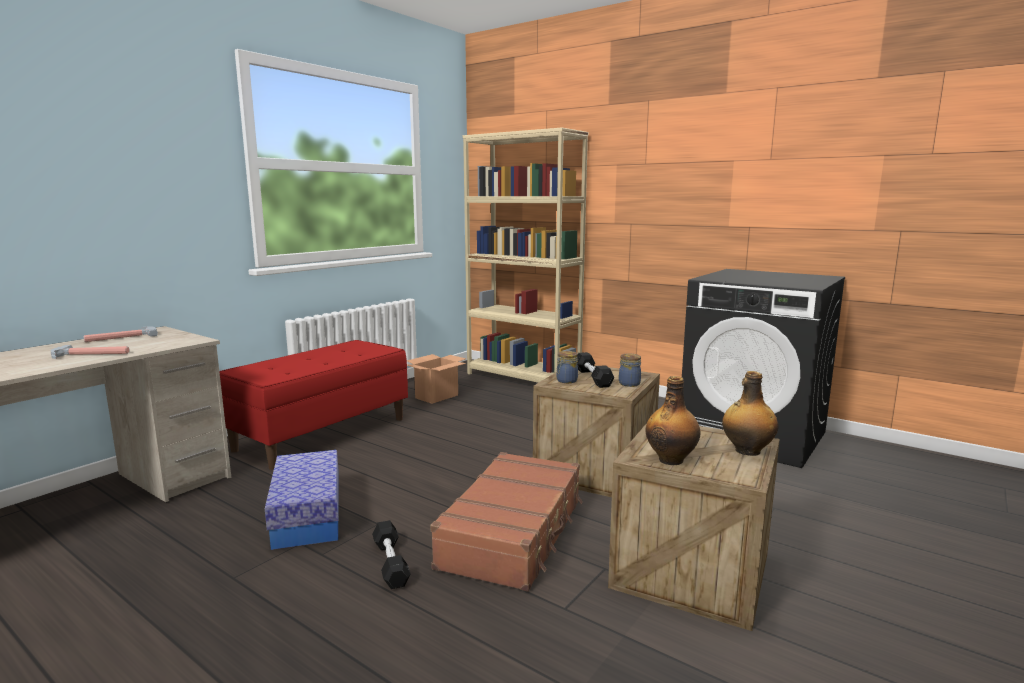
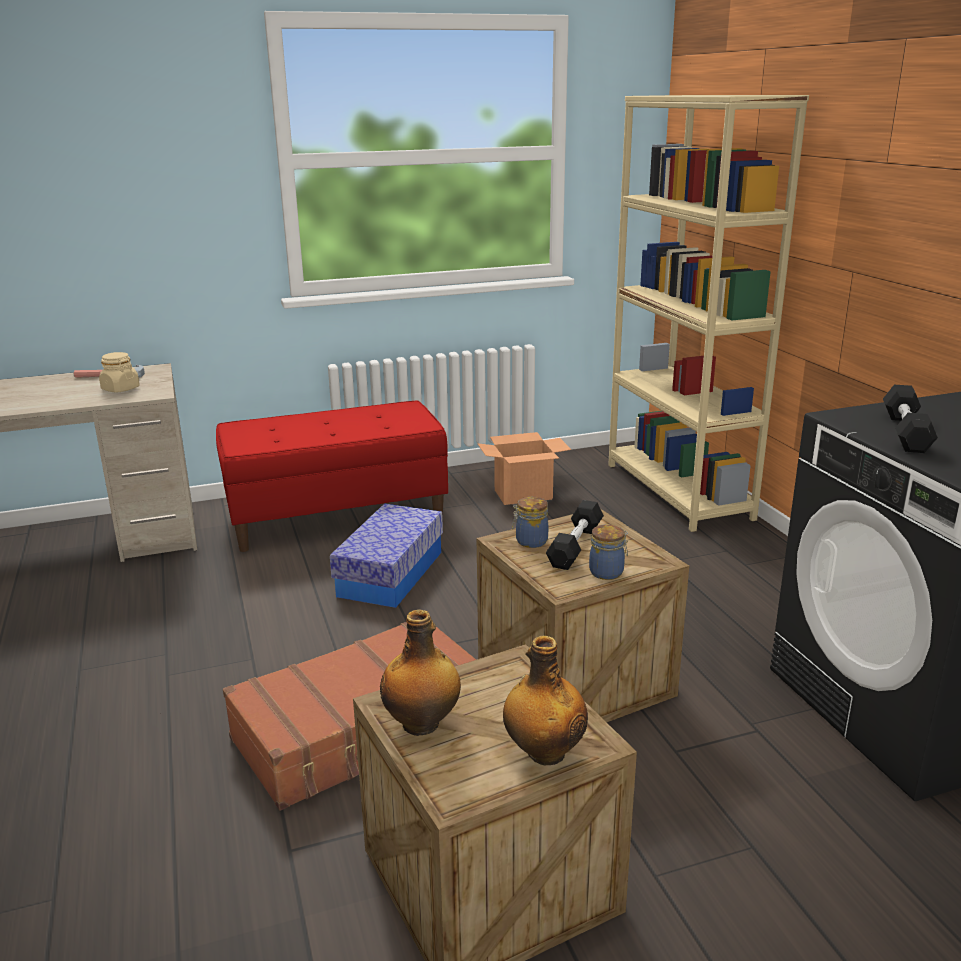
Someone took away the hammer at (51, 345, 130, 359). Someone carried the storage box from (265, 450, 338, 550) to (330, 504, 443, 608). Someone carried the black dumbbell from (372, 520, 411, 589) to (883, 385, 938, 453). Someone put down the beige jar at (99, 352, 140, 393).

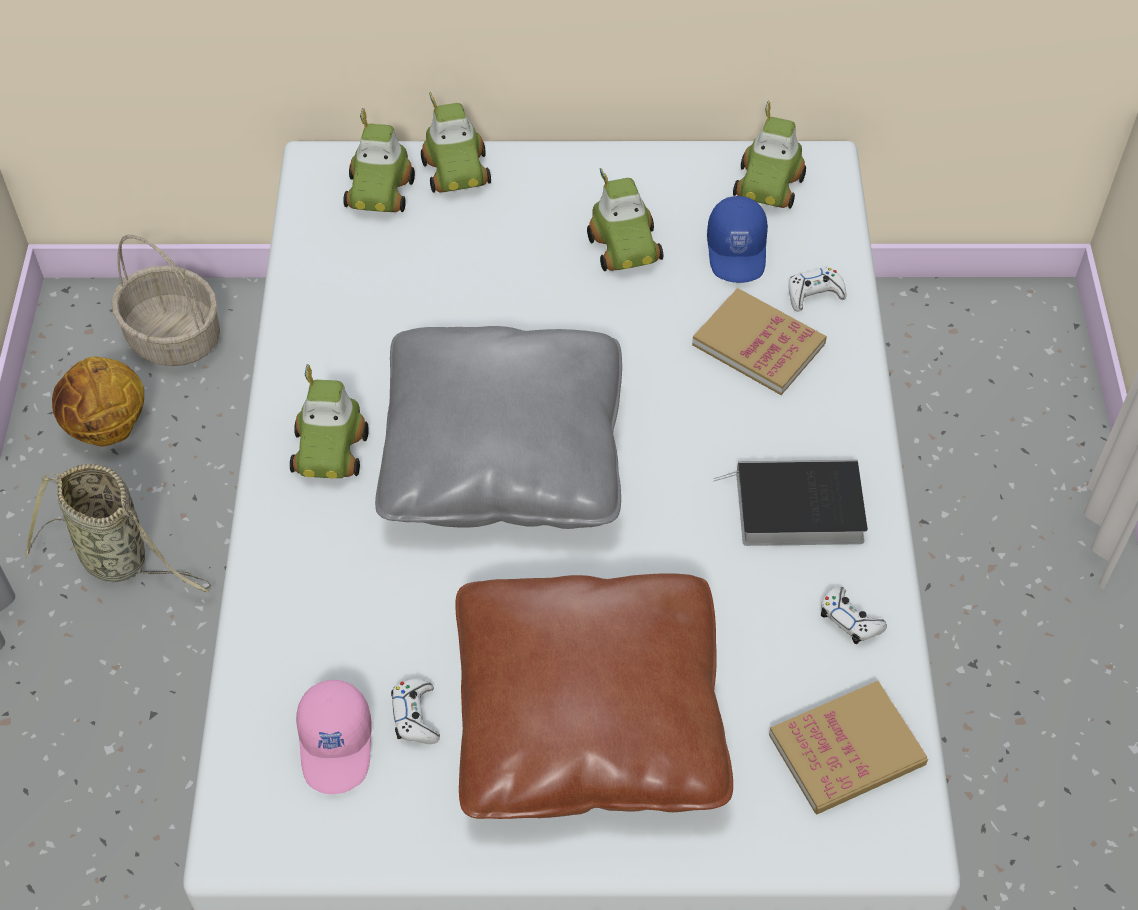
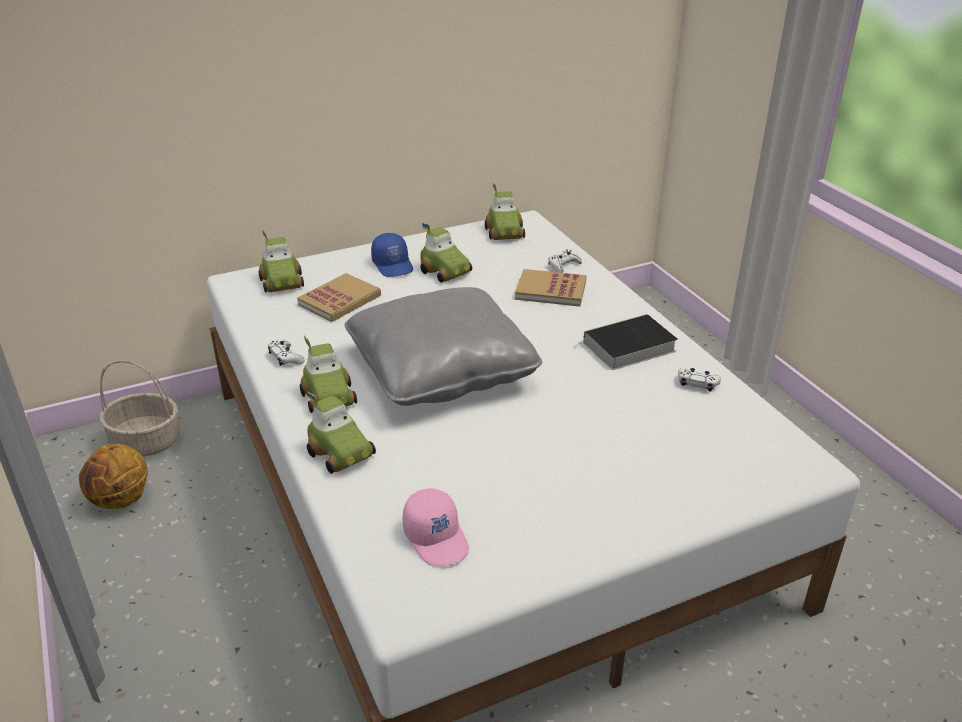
Someone carried the toy car from (421, 92, 491, 193) to (307, 392, 376, 474). Someone carried the blue cap from (707, 196, 768, 283) to (371, 233, 413, 277). Someone took away the basket at (25, 464, 212, 593). Someone took away the brown pillow at (455, 574, 733, 819). Someone carried the white game controller from (391, 678, 440, 744) to (268, 339, 305, 366). Someone carried the book from (769, 681, 928, 814) to (297, 273, 381, 322).

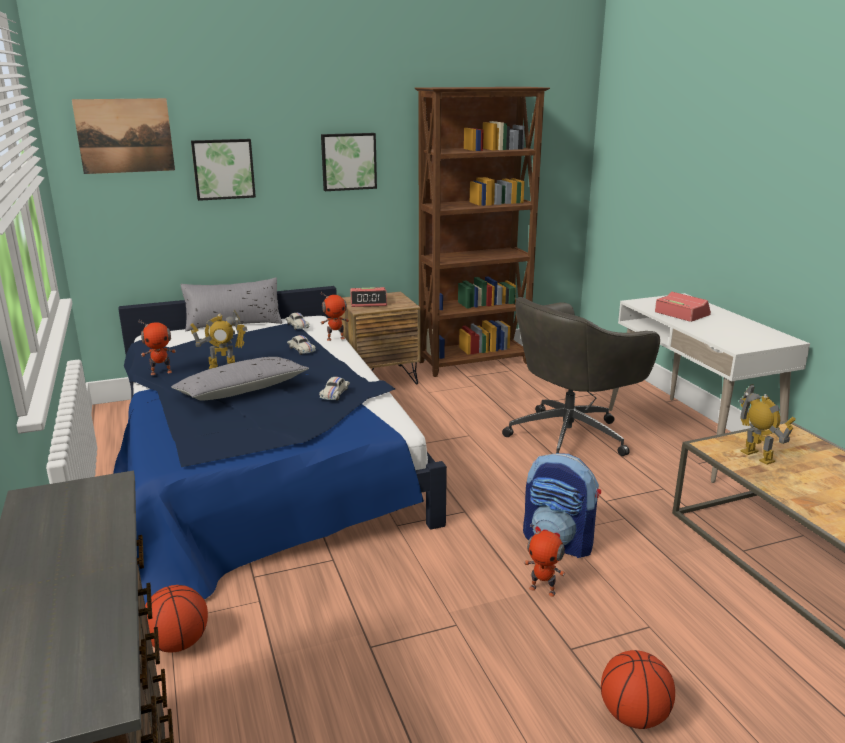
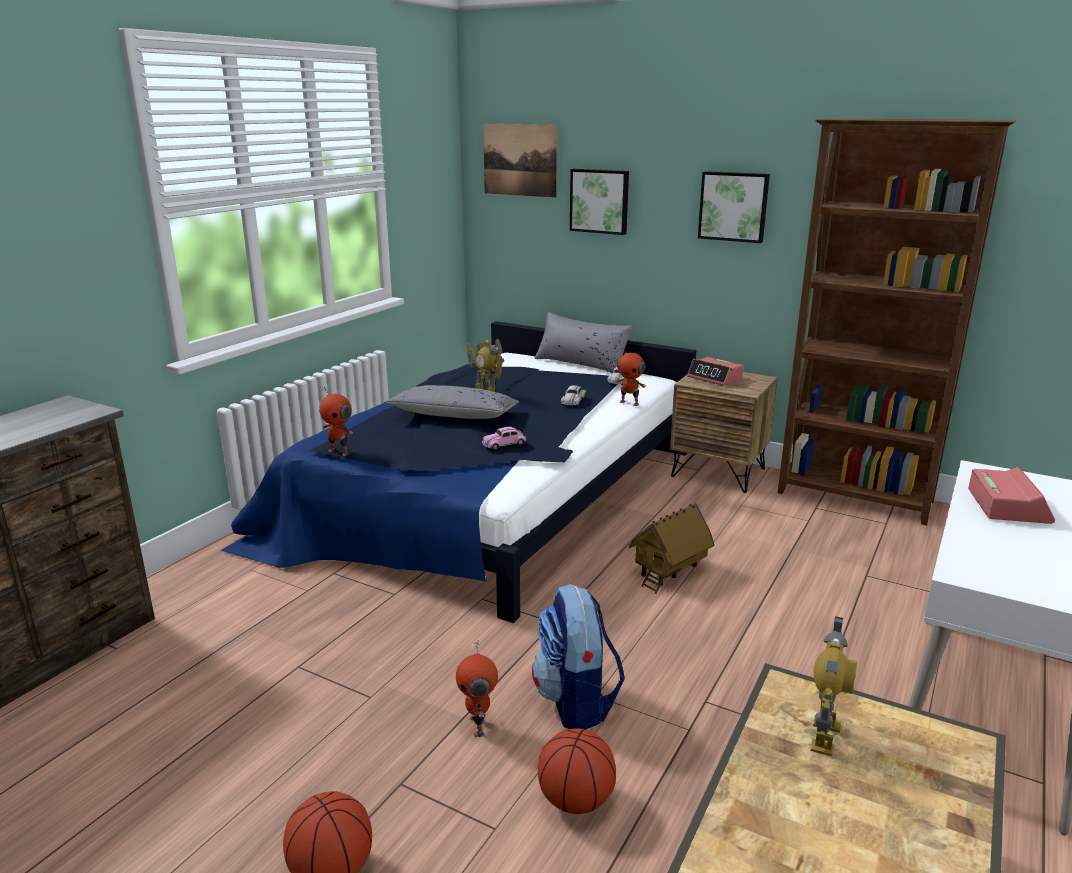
Someone took away the grey office chair at (502, 297, 660, 456). Someone carried the toy robot from (139, 319, 176, 375) to (319, 386, 353, 456). Someone repainted the white toy car at (319, 377, 350, 401), which became the pink toy car at (482, 427, 526, 450). Someone carried the basketball from (145, 585, 208, 652) to (538, 729, 616, 814). Someone put down the toy house at (629, 503, 714, 594).

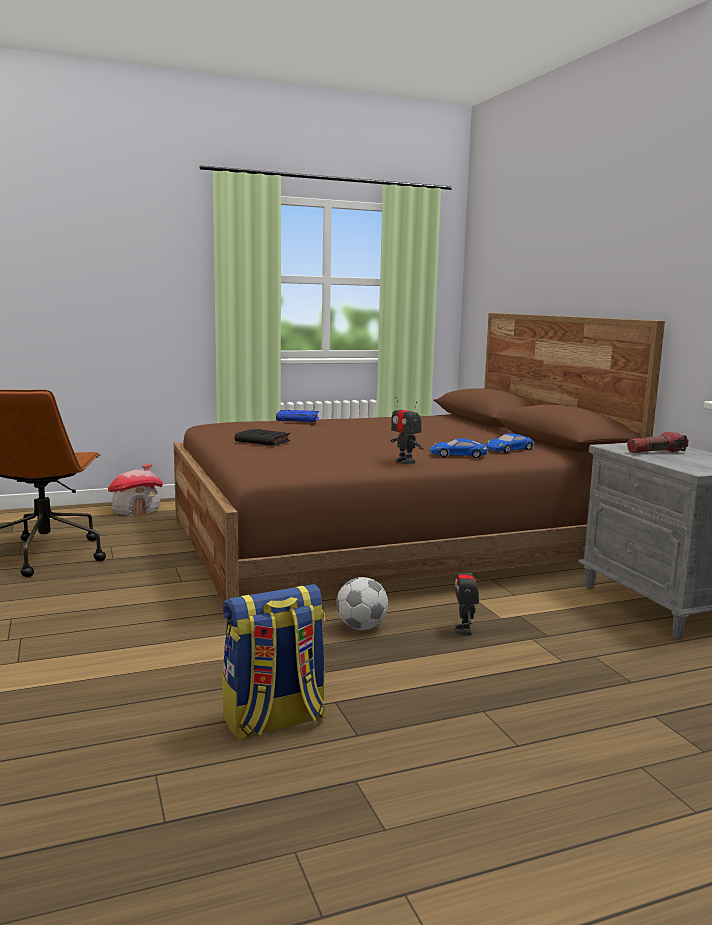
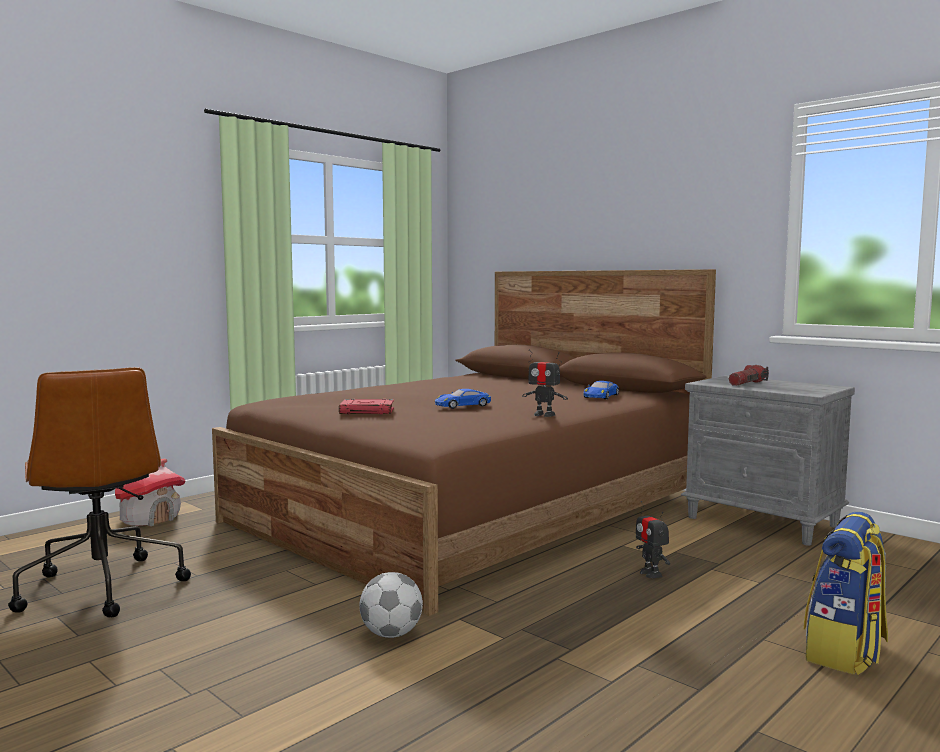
Someone took away the blue book at (276, 410, 319, 422). Someone repainted the black book at (235, 429, 290, 446), which became the red book at (339, 399, 394, 414). Someone carried the blue toy car from (430, 438, 488, 458) to (435, 389, 491, 409). Someone carried the football from (336, 577, 388, 630) to (359, 572, 423, 638). Someone carried the backpack from (222, 584, 326, 740) to (804, 511, 888, 675).

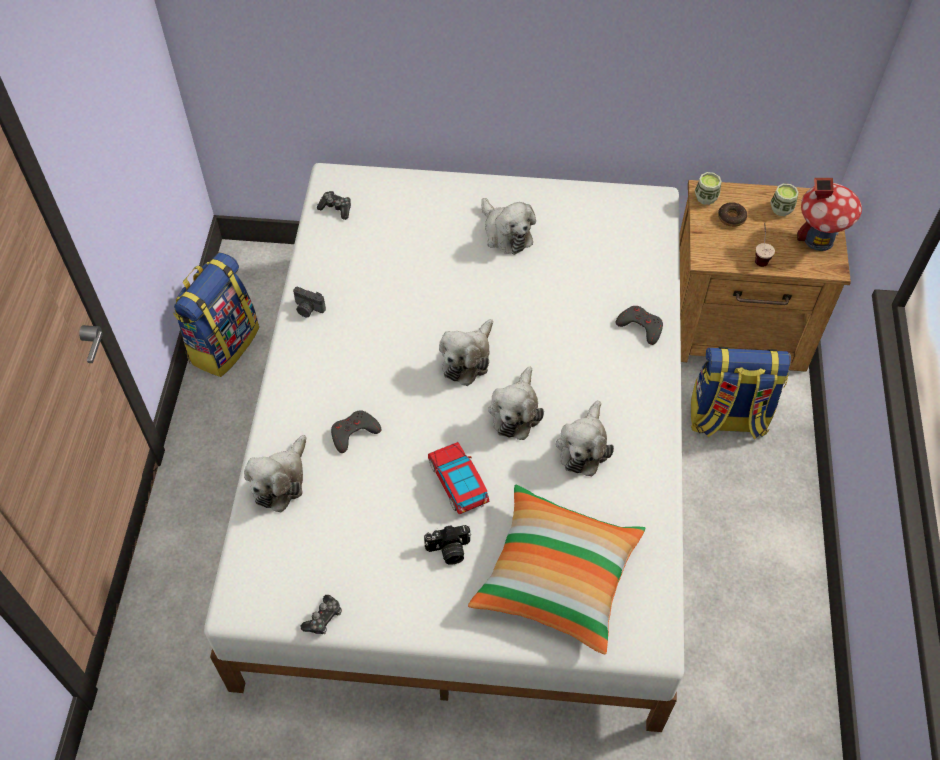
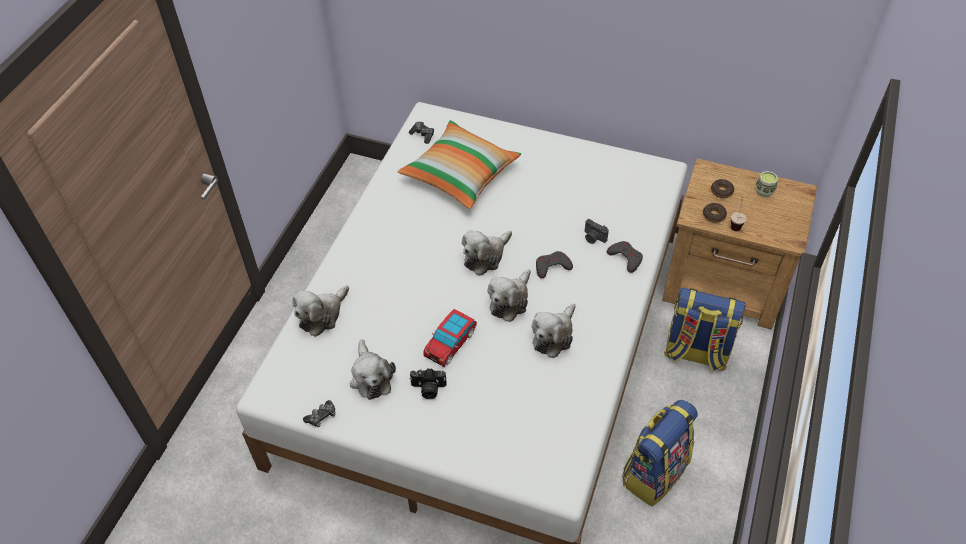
Someone took away the cup at (695, 172, 722, 205). Someone took away the toy house at (797, 178, 862, 251). Someone carried the plush toy from (481, 198, 536, 255) to (350, 339, 396, 400). Someone carried the backpack from (173, 252, 259, 377) to (622, 400, 698, 506). Someone carried the photo camera from (293, 287, 326, 317) to (585, 219, 609, 244). Someone carried the grey game controller from (331, 410, 381, 453) to (536, 251, 573, 278). Someone rotated the toy car at (428, 442, 489, 514) by 135 degrees counterclockwise. Someone carried the pillow from (468, 485, 645, 655) to (398, 120, 521, 209). Someone put down the donut at (703, 203, 727, 223).

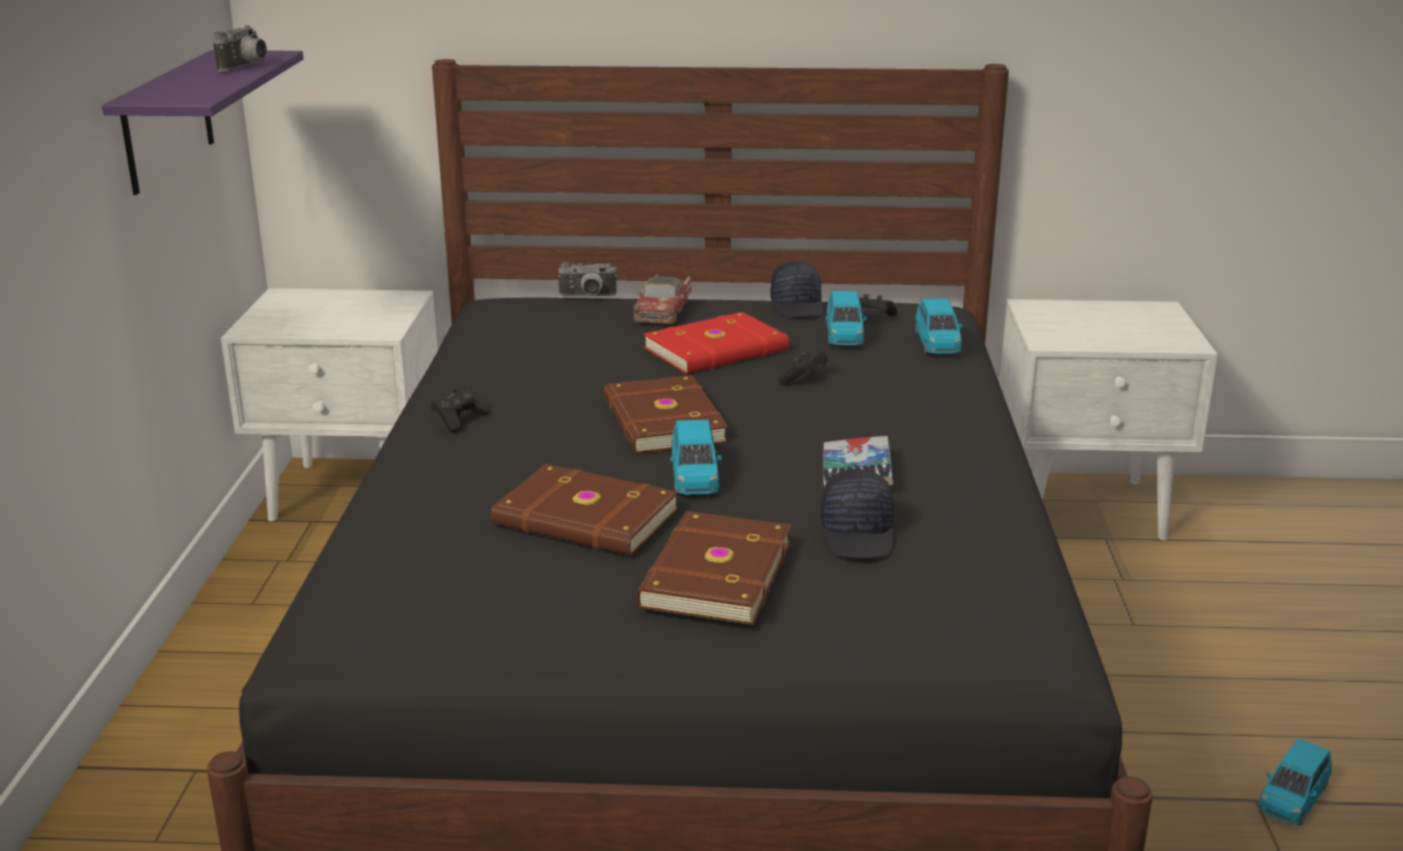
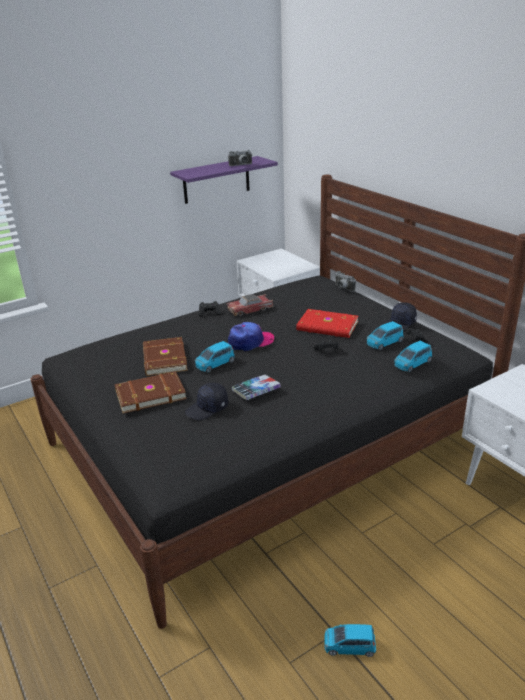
Someone carried the toy car from (634, 275, 691, 324) to (226, 294, 274, 316). Someone swapped the brown book at (604, 375, 728, 453) for the cap at (228, 322, 274, 351).

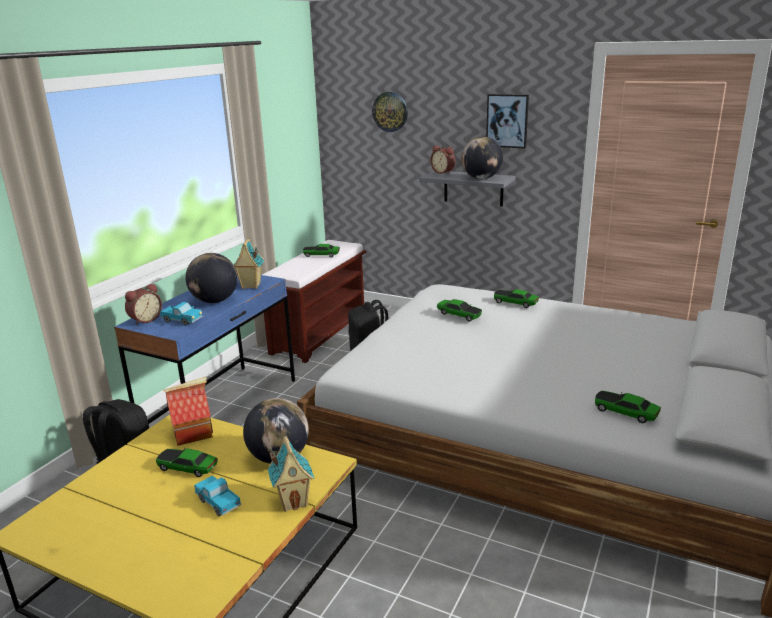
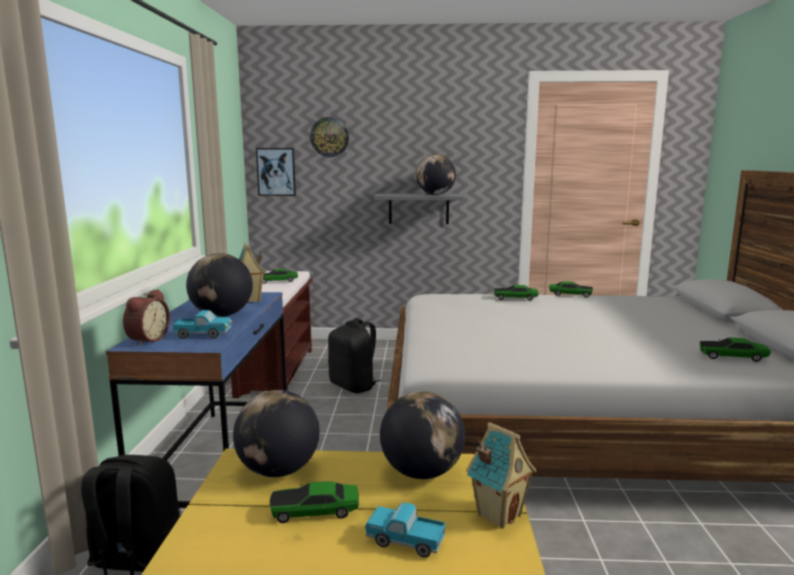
Someone carried the picture from (486, 94, 529, 148) to (256, 148, 296, 196). Someone took away the alarm clock at (430, 145, 455, 174). Someone carried the toy car from (437, 299, 482, 322) to (549, 281, 593, 297). Someone swapped the toy house at (163, 377, 213, 446) for the globe at (233, 390, 320, 477).

